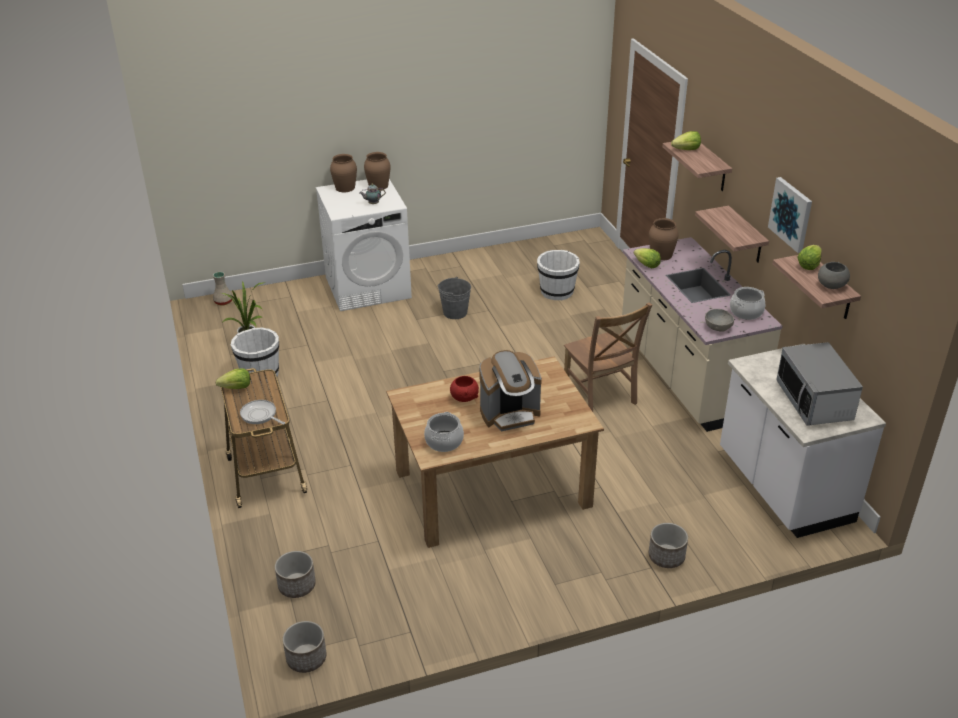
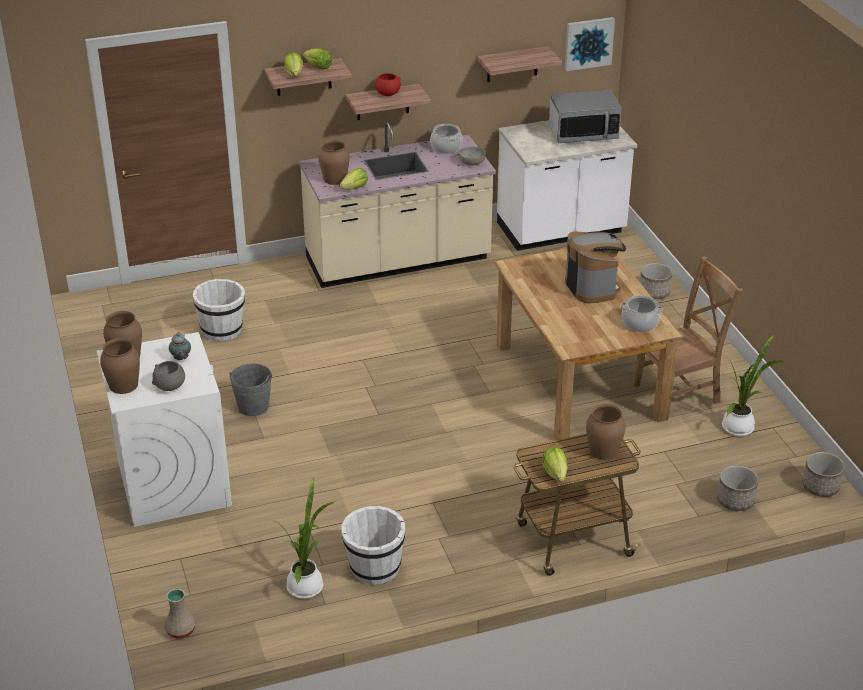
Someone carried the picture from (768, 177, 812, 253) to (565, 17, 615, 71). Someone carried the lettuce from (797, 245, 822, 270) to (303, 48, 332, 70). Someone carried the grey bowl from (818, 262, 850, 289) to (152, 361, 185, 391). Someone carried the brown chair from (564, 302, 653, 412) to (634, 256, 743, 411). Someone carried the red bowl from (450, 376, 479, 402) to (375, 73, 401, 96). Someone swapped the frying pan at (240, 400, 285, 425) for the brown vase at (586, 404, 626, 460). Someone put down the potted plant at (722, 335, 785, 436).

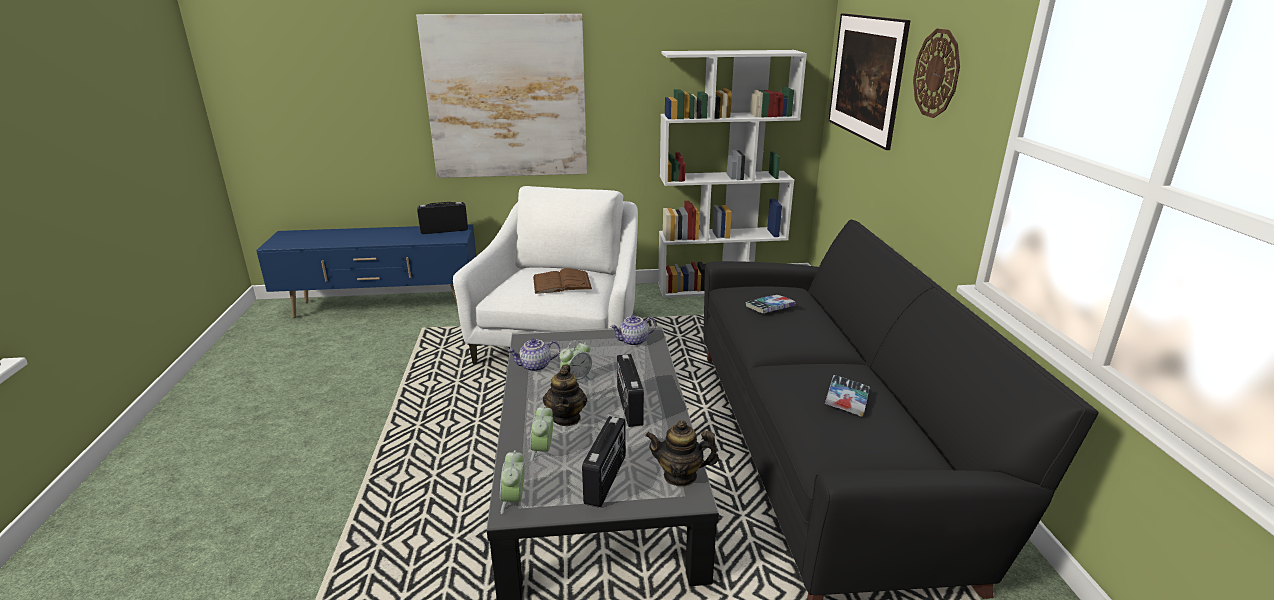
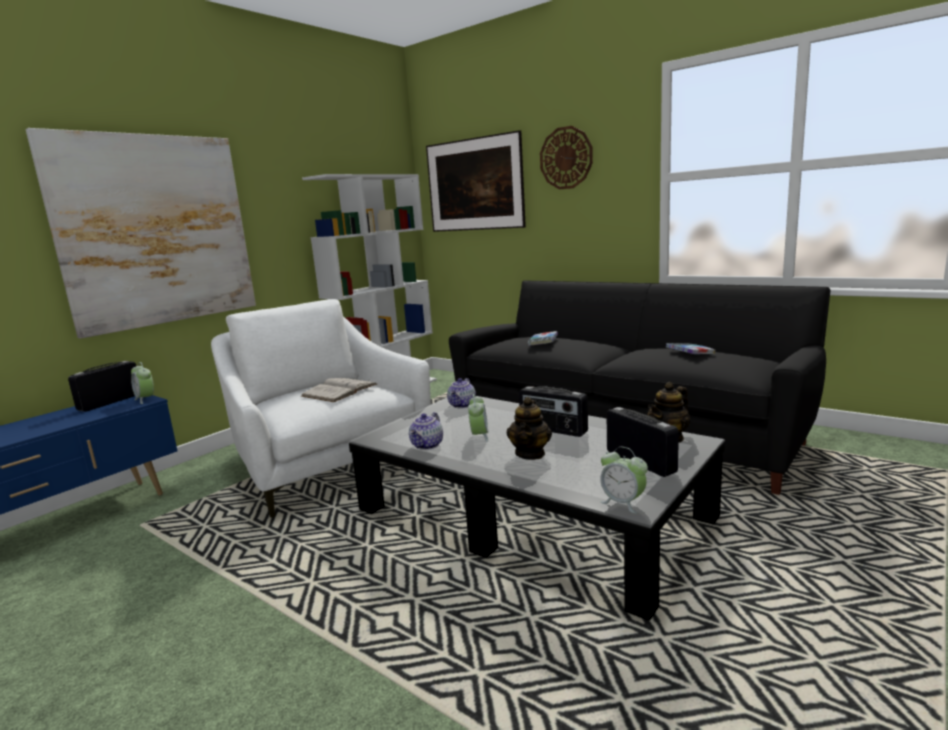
Someone repainted the brown book at (533, 268, 592, 294), which became the white book at (301, 378, 377, 402). Someone rotated the teapot at (543, 365, 587, 426) by 60 degrees clockwise. Someone carried the alarm clock from (530, 406, 553, 462) to (131, 362, 154, 404).

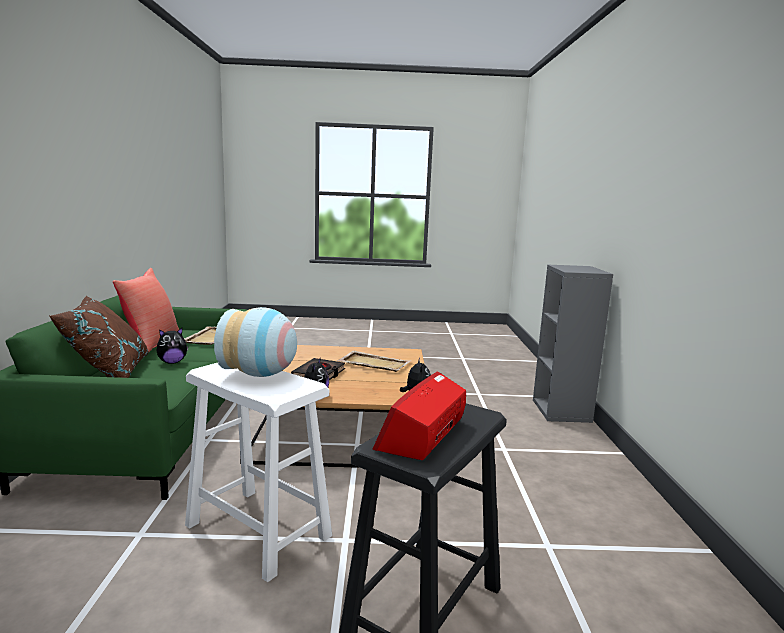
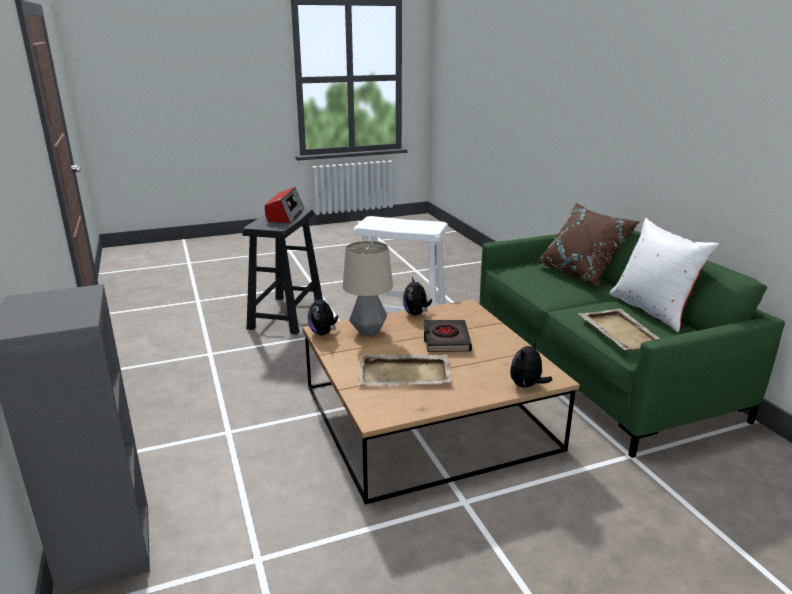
Someone repainted the red pillow at (113, 268, 179, 353), which became the white pillow at (609, 218, 720, 333). Someone took away the vase at (214, 307, 297, 377). Someone carried the plush toy from (157, 328, 188, 364) to (510, 340, 552, 388). Someone put down the table lamp at (343, 241, 393, 336).

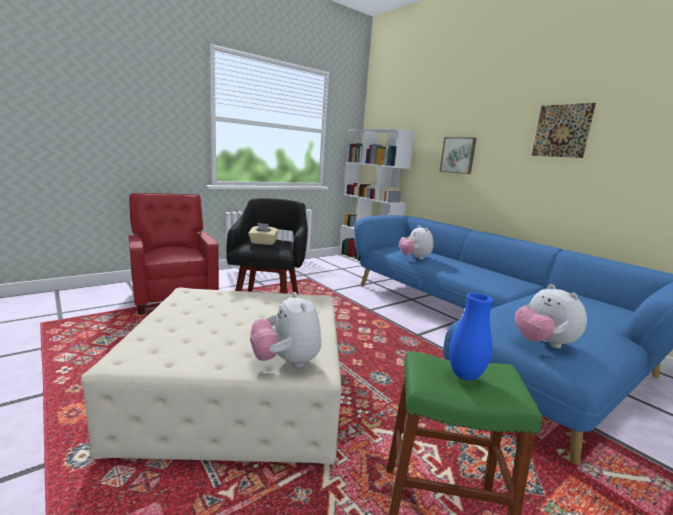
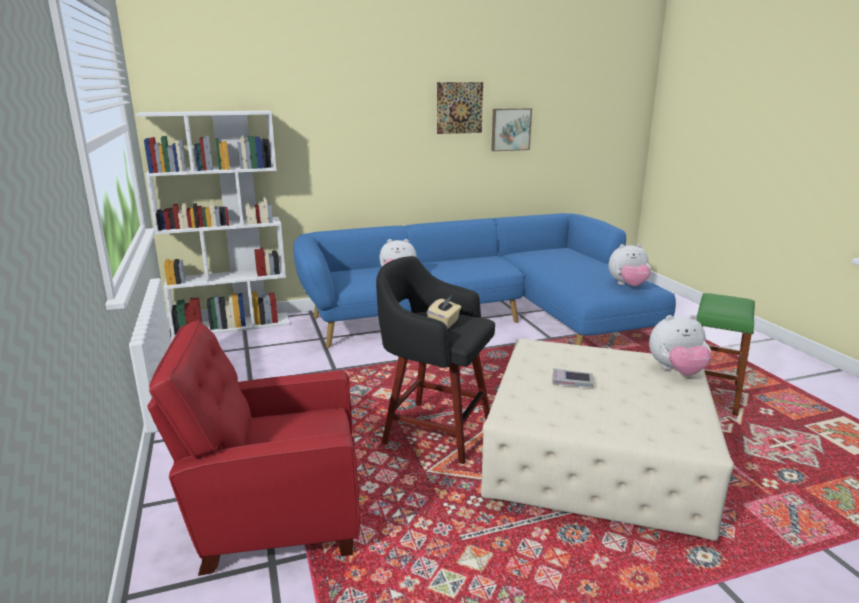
Someone carried the picture from (440, 137, 477, 174) to (491, 108, 532, 151). Someone took away the blue vase at (449, 293, 493, 381). Someone put down the book at (552, 368, 594, 388).

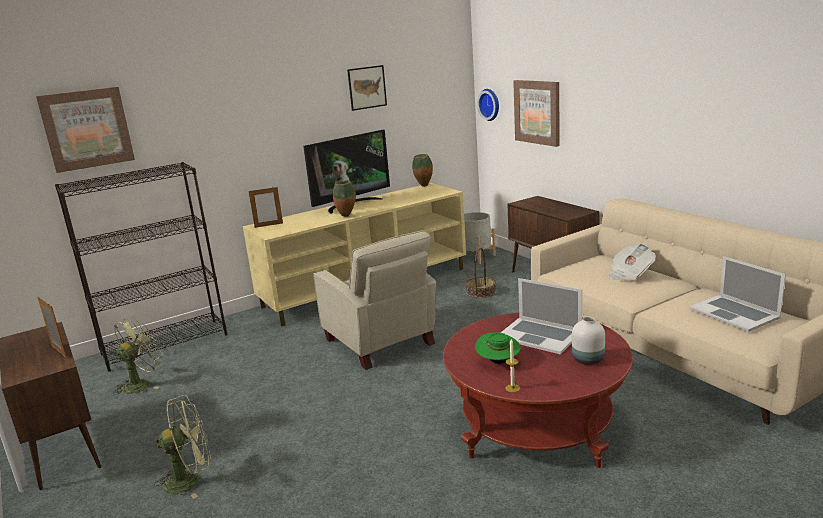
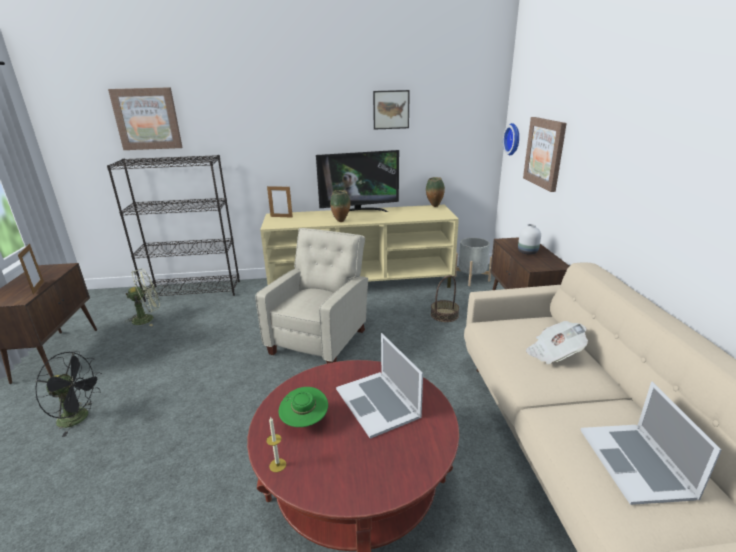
Someone rotated the beige armchair at (313, 230, 436, 370) by 150 degrees counterclockwise. Someone carried the white vase from (572, 317, 605, 365) to (518, 224, 541, 255). Someone repainted the green fan at (154, 395, 211, 499), which became the black fan at (35, 351, 102, 437).

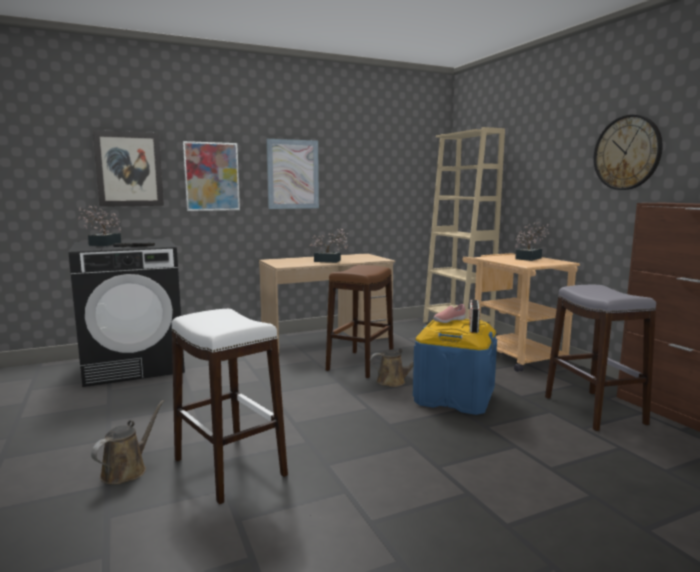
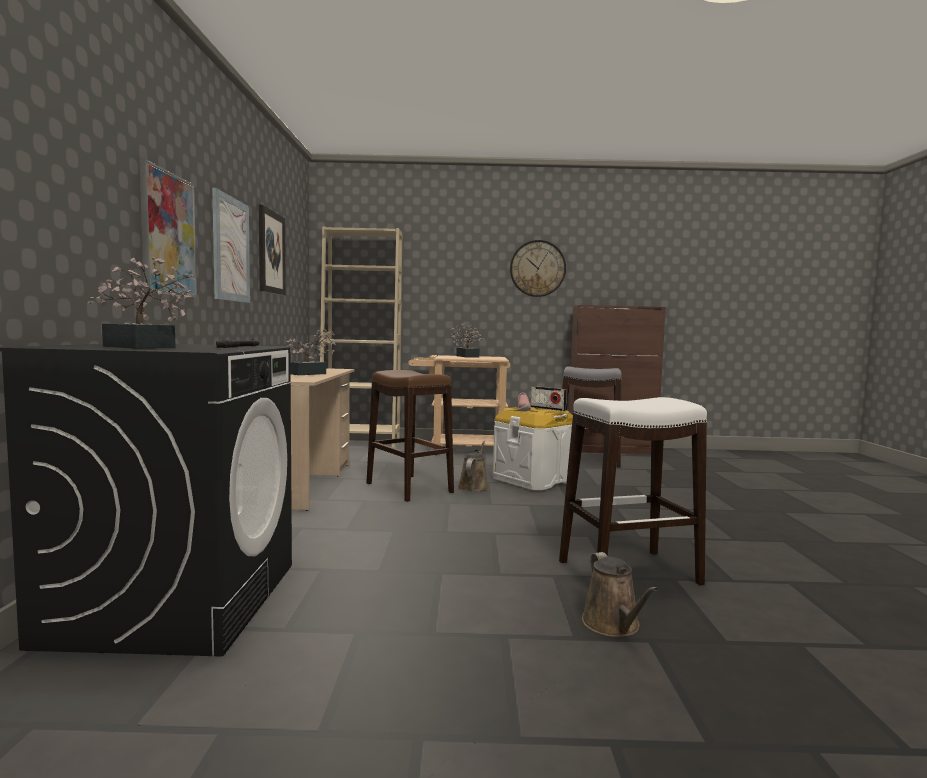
Someone carried the picture from (93, 130, 164, 207) to (259, 205, 286, 295). Someone repainted the blue storage box at (413, 319, 497, 415), which became the white storage box at (493, 407, 573, 491). Someone rotated the brown watering can at (91, 400, 165, 484) by 150 degrees counterclockwise.

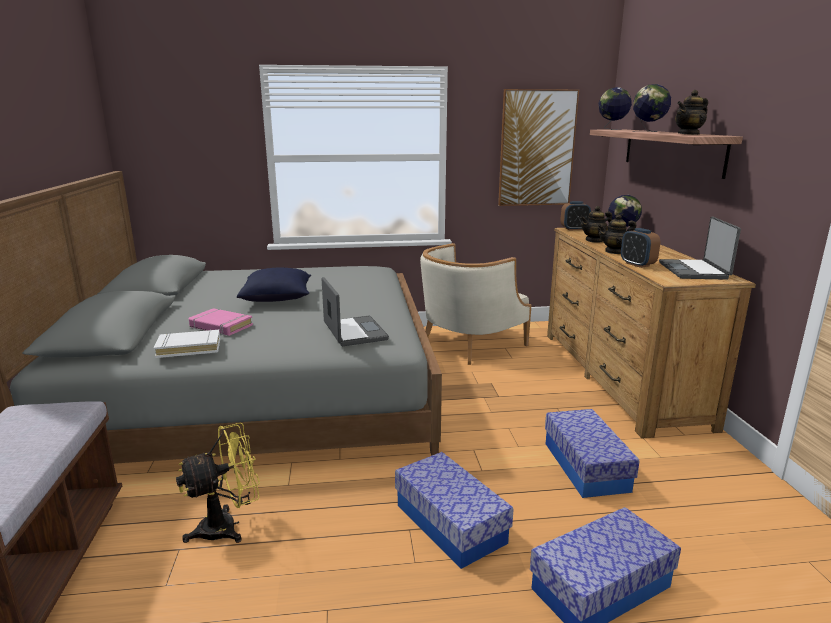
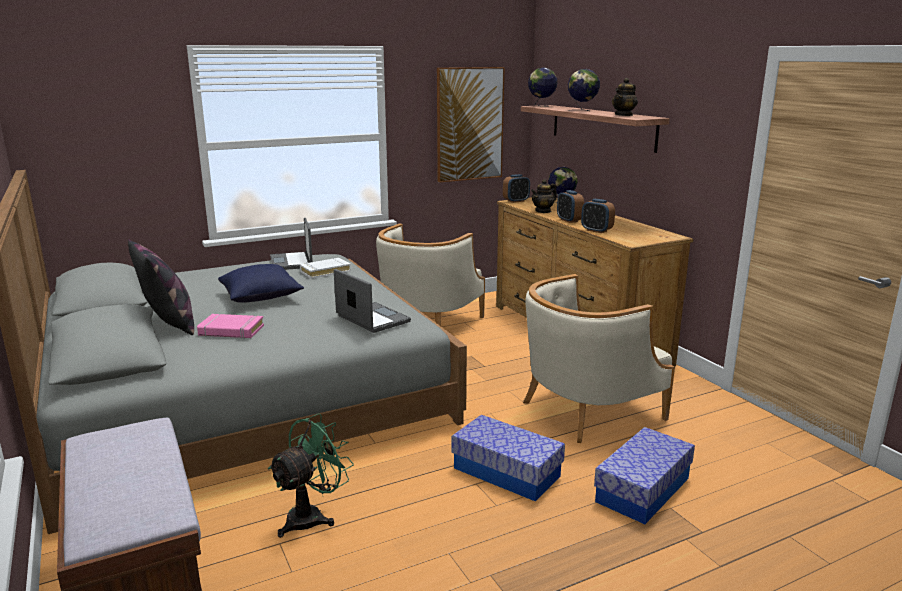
Someone swapped the teapot at (597, 214, 636, 254) for the alarm clock at (557, 190, 584, 223). Someone carried the laptop from (659, 217, 741, 280) to (270, 218, 313, 270). Someone carried the white book from (154, 330, 220, 358) to (300, 258, 351, 279). Someone swapped the storage box at (545, 409, 640, 498) for the beige armchair at (523, 274, 675, 443). Someone repainted the yellow fan at (176, 422, 260, 543), which became the green fan at (268, 413, 354, 538). Someone put down the pillow at (128, 239, 194, 335).

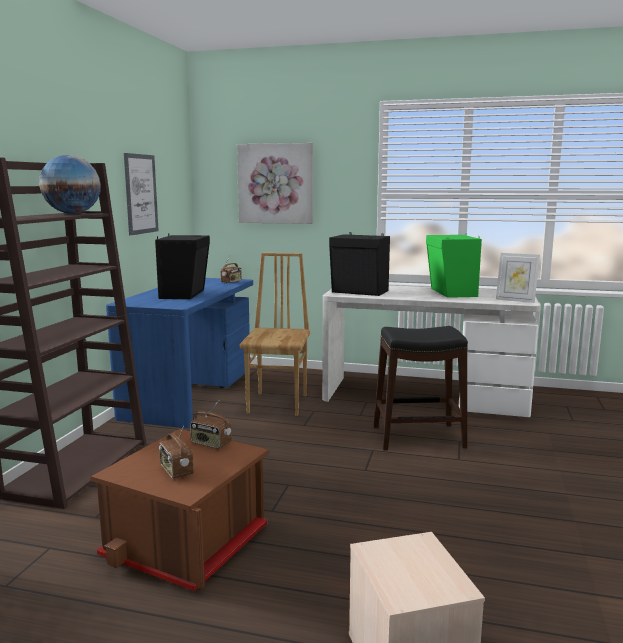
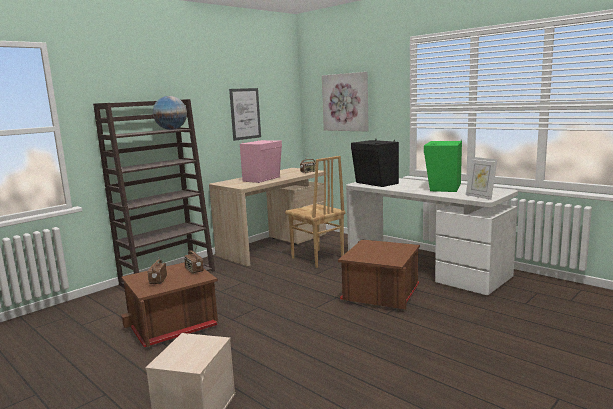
Someone repainted the black speaker at (155, 233, 210, 299), which became the pink speaker at (240, 139, 282, 183). Someone rotated the brown chair at (240, 253, 310, 416) by 105 degrees clockwise. Someone repainted the blue desk at (106, 278, 253, 429), which became the beige desk at (209, 168, 326, 266). Someone swapped the black stool at (374, 326, 468, 450) for the brown storage box at (338, 239, 420, 310).

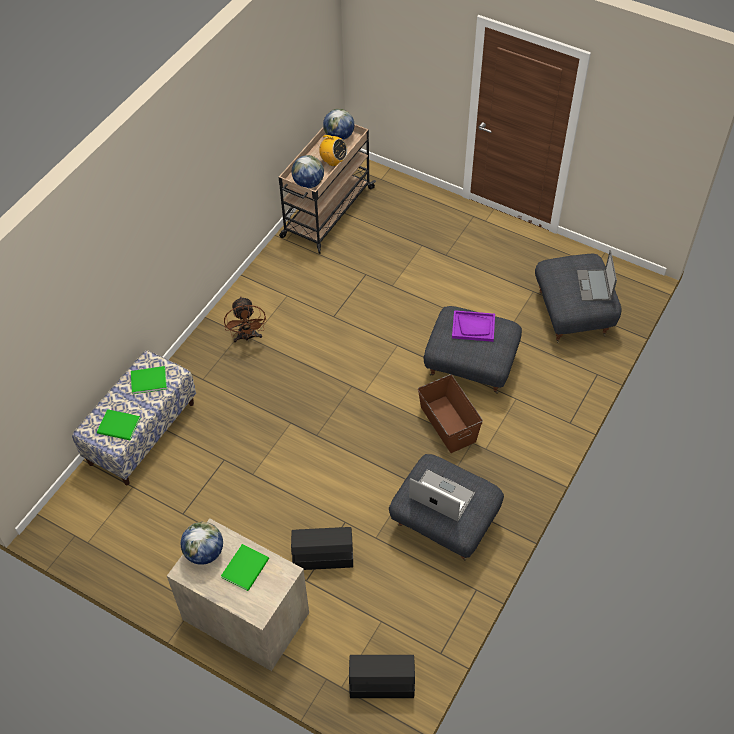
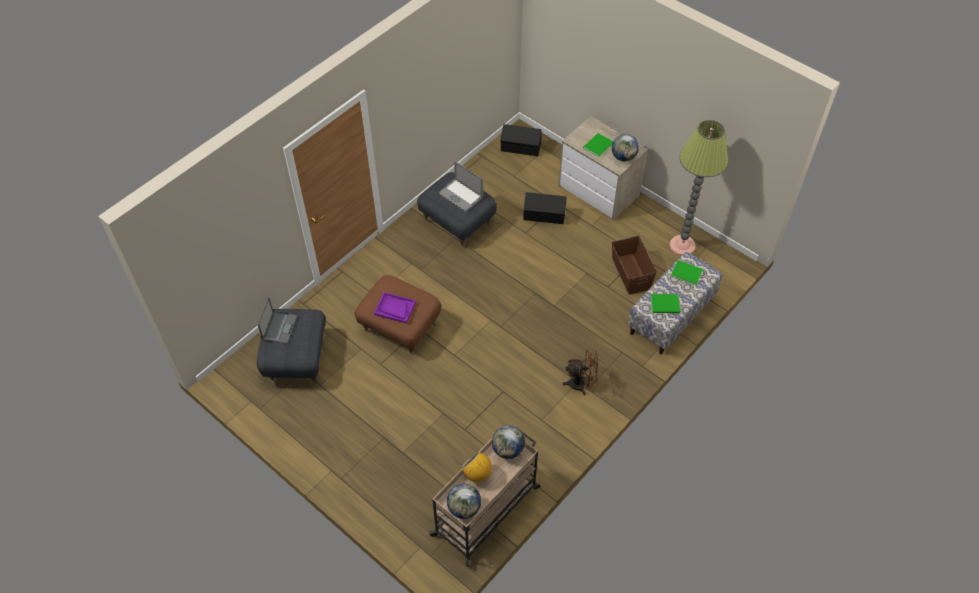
Someone rotated the brown fan at (224, 296, 266, 342) by 90 degrees clockwise. Someone repainted the grey ottoman at (423, 306, 522, 394), which became the brown ottoman at (355, 275, 441, 355). Someone carried the brown storage box from (418, 374, 483, 453) to (612, 236, 657, 295). Someone put down the floor lamp at (670, 120, 728, 256).

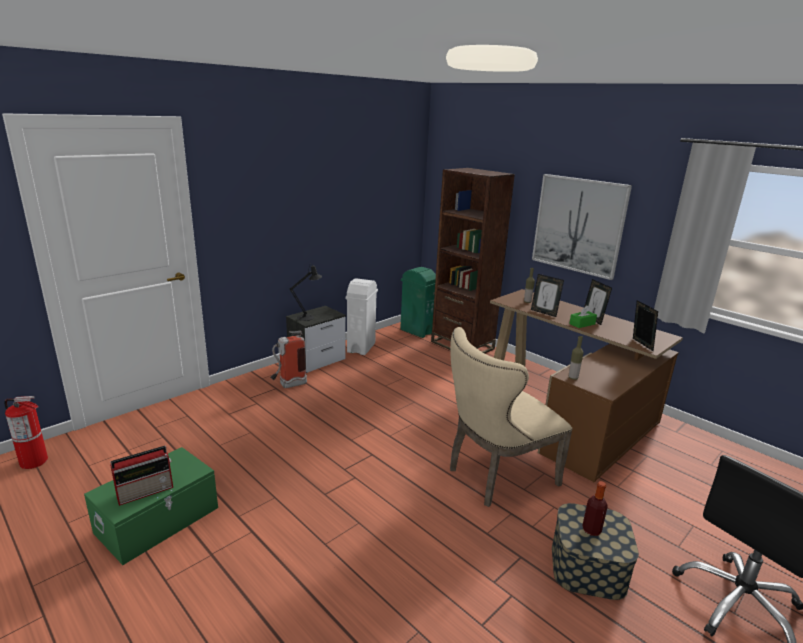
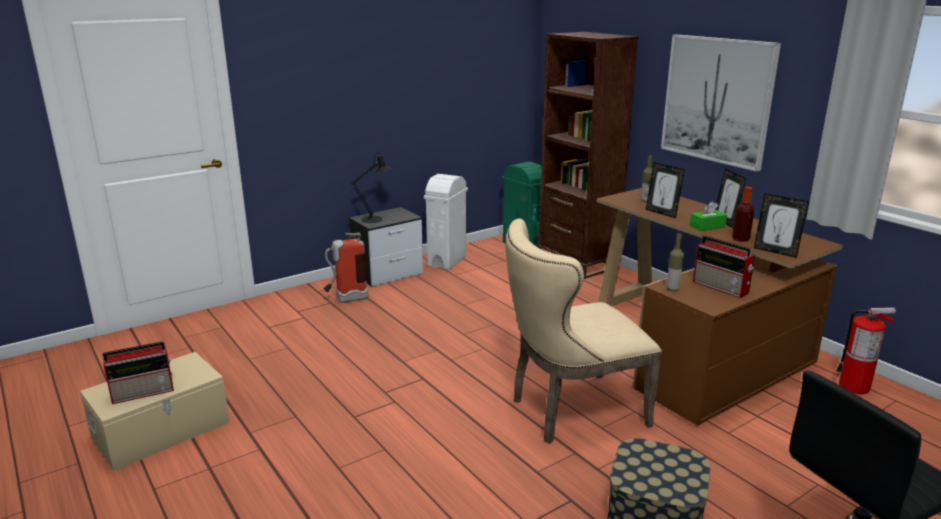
Someone rotated the picture frame at (633, 300, 658, 351) by 135 degrees clockwise. Someone carried the fire extinguisher from (4, 396, 48, 469) to (836, 307, 896, 394). Someone repainted the green storage box at (84, 447, 218, 565), which became the beige storage box at (80, 352, 230, 471). Someone carried the bottle from (582, 481, 608, 536) to (732, 187, 754, 242). Someone put down the radio at (693, 236, 755, 298).

